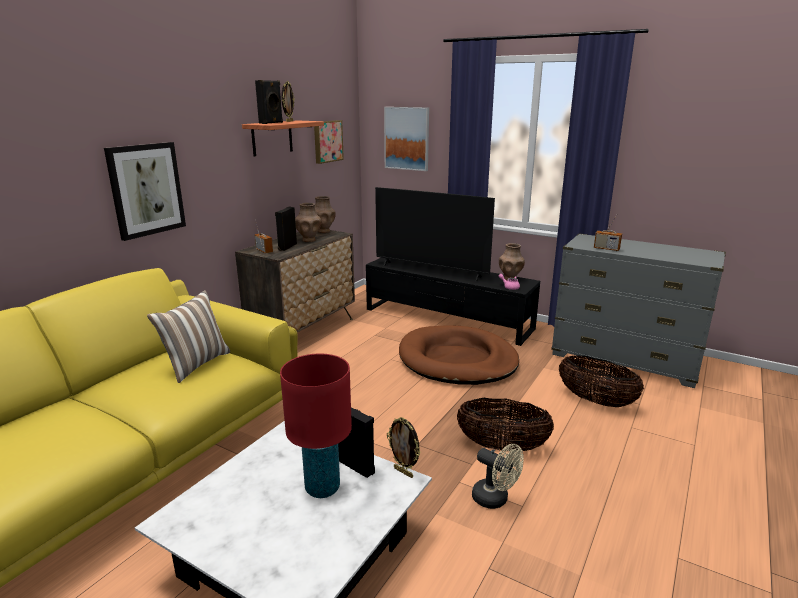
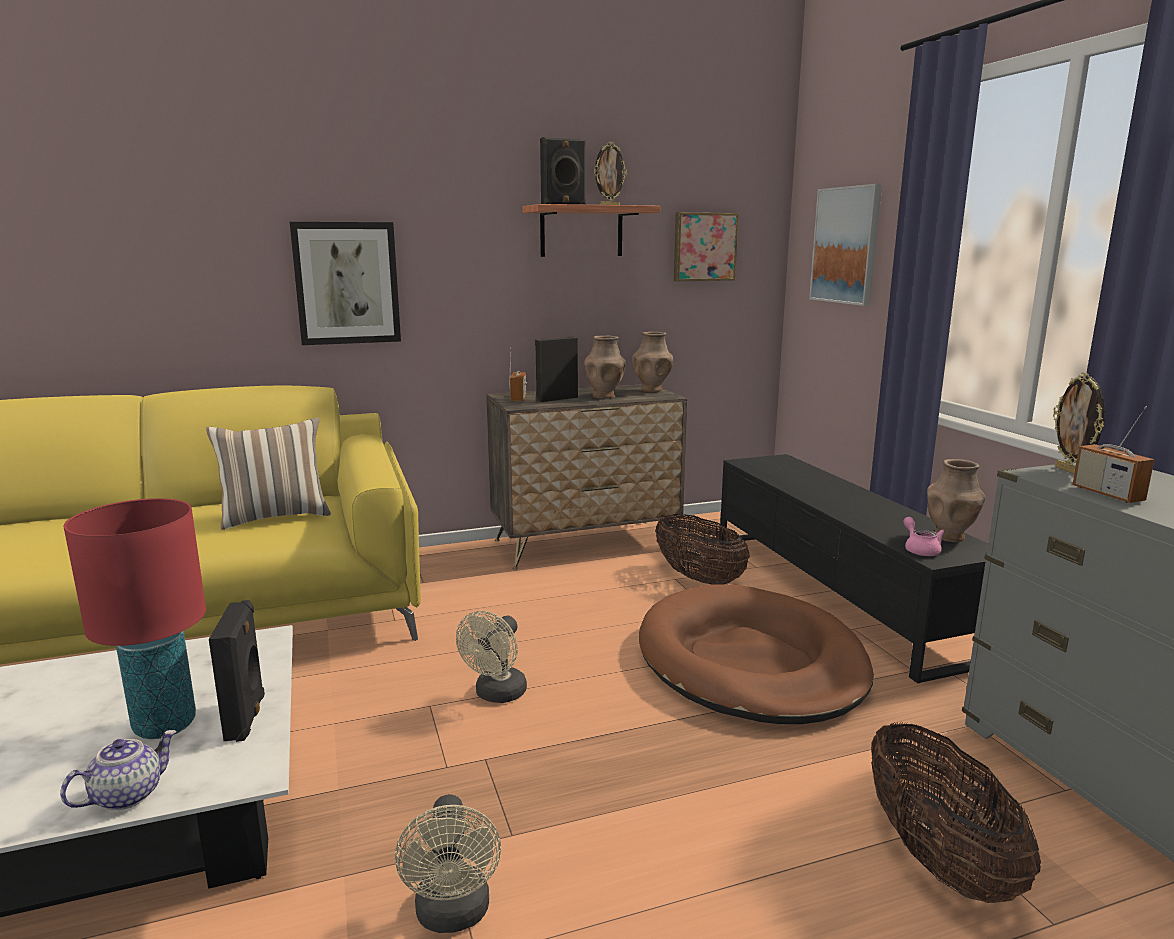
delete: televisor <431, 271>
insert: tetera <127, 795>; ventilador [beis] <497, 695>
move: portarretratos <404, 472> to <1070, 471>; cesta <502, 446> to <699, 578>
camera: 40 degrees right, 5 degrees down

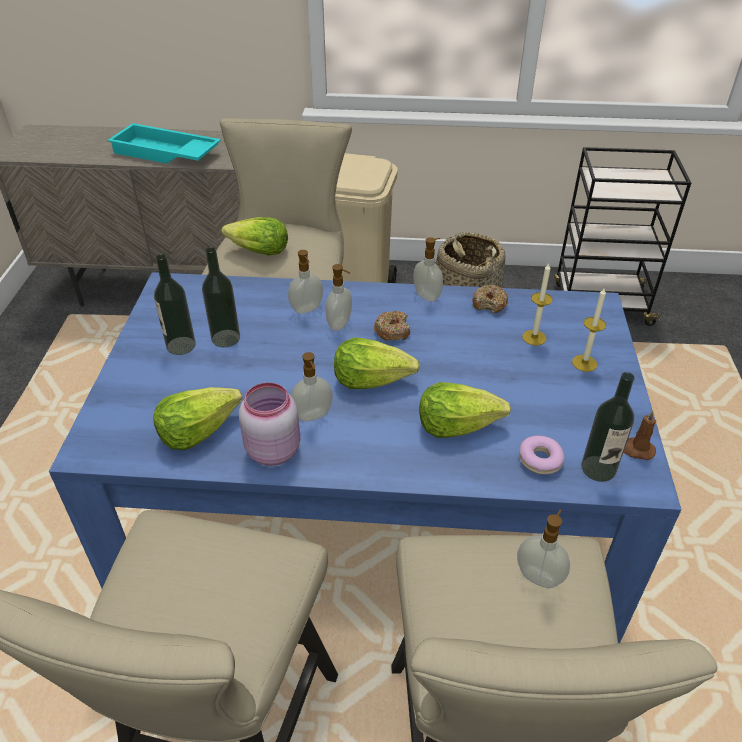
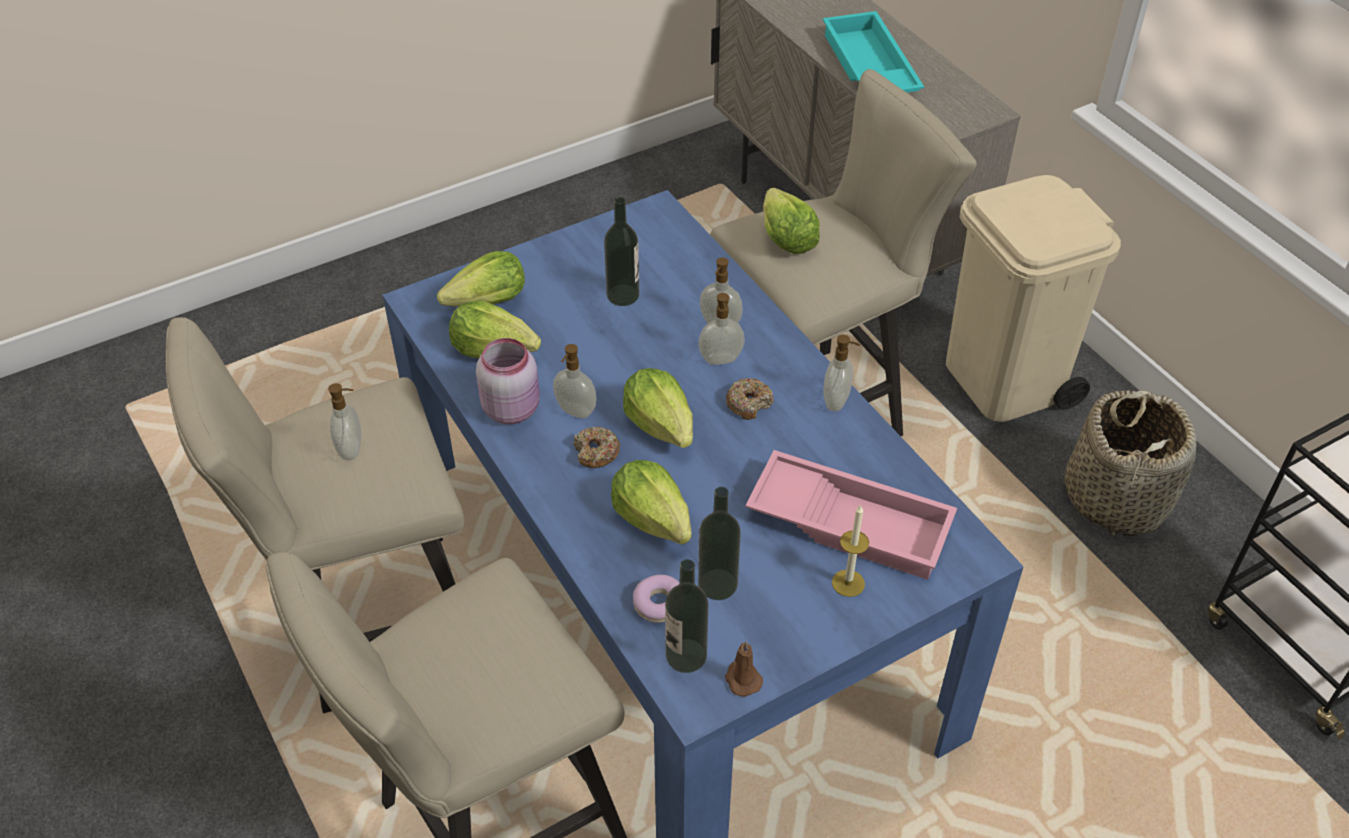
insert: lechuga <488, 302>
move: botella <181, 345> to <717, 584>; rosquilla <489, 304> to <596, 453>; dispensador de jabón <539, 576> to <352, 449>
replace: vela <534, 337> to bandeja [rosa] <851, 521>
camera: 55 degrees right, 5 degrees up

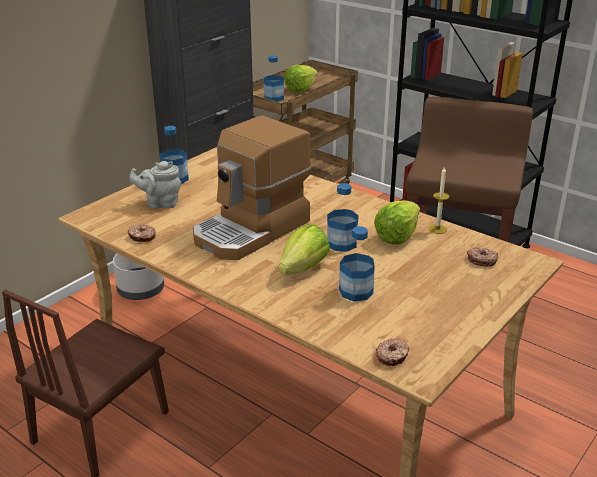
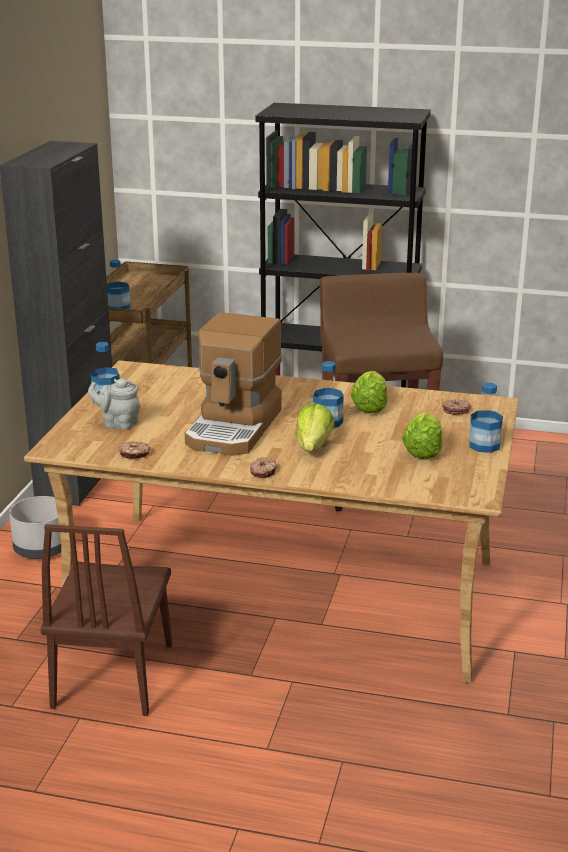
delete: vela <437, 229>
move: lechuga <300, 89> to <423, 451>; botella <356, 291> to <484, 445>; rosquilla <392, 356> to <264, 472>
rotate: tetera [gris] <160, 203> = <118, 423> 45 degrees clockwise
camera: 25 degrees left, 5 degrees down

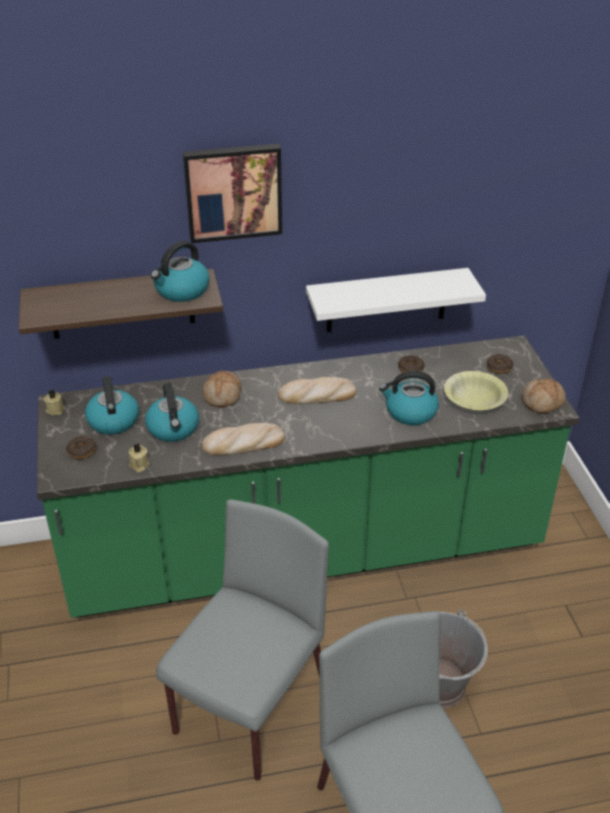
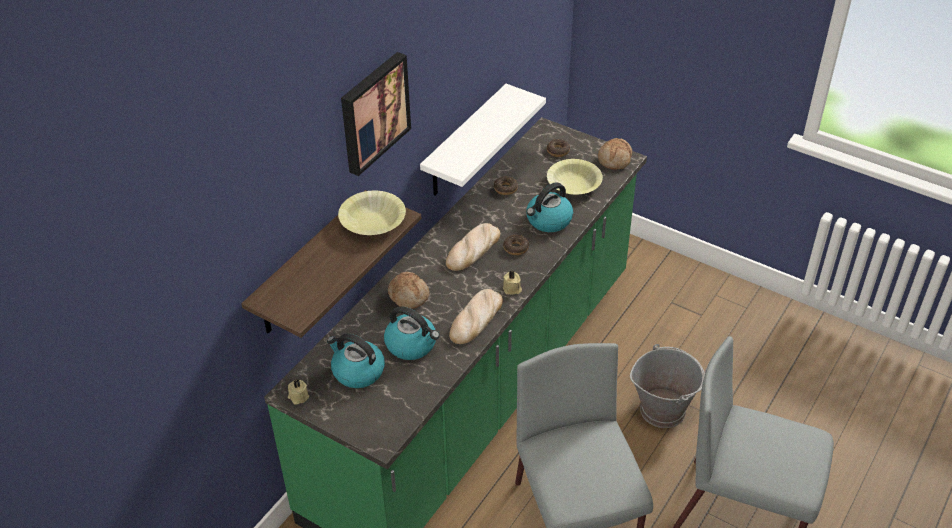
move: rosquilla <82, 451> to <516, 248>; vela [beis] <139, 465> to <512, 289>
replace: hervidor <181, 290> to cuenco [amarillo] <373, 221>
camera: 45 degrees left, 5 degrees up

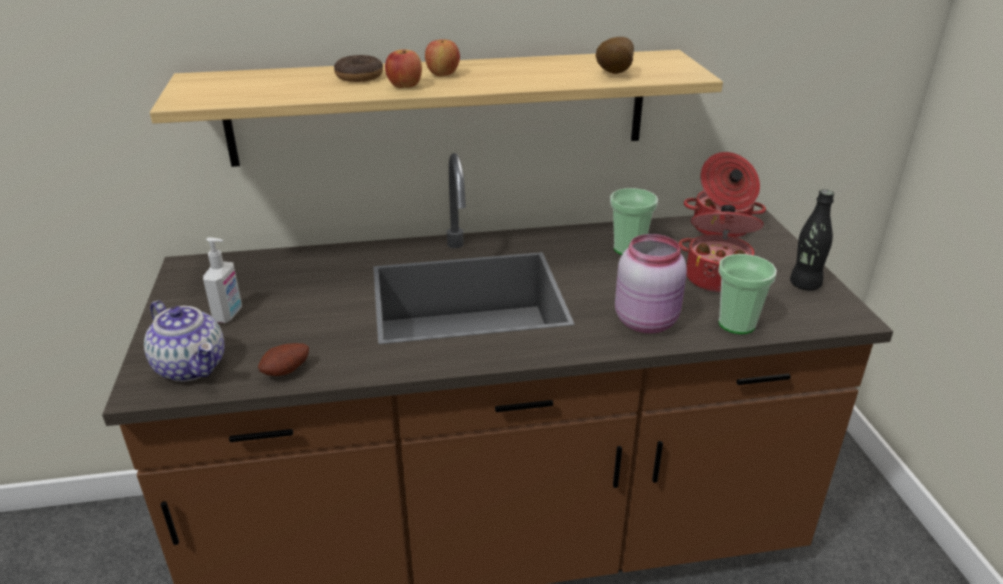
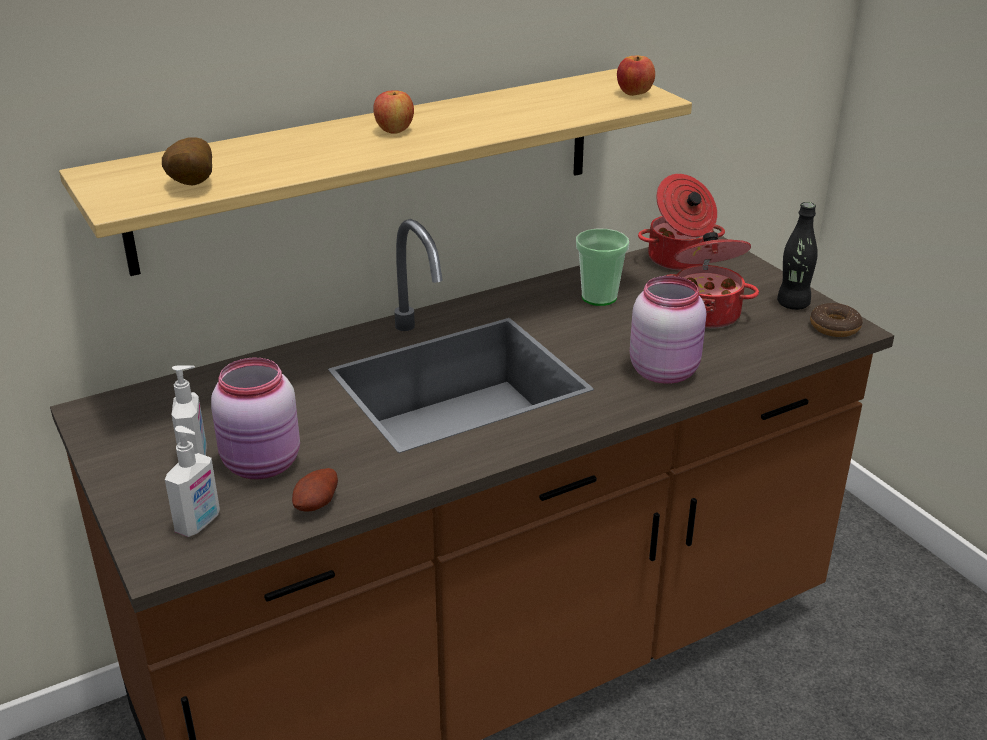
delete: taza <736, 324>
insert: tarro [rosa] <263, 465>
move: rosquilla <359, 76> to <834, 327>; manzana <404, 86> to <634, 93>; patata <612, 74> to <190, 186>
replace: tetera <192, 367> to dispensador de jabón <199, 524>
camera: 20 degrees left, 0 degrees up

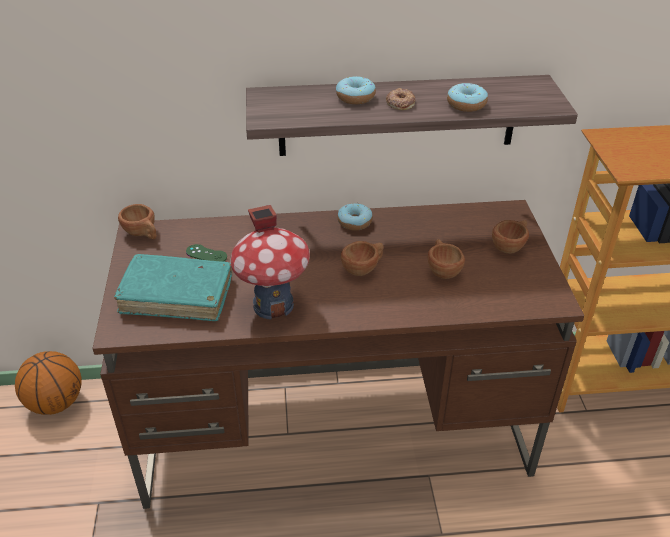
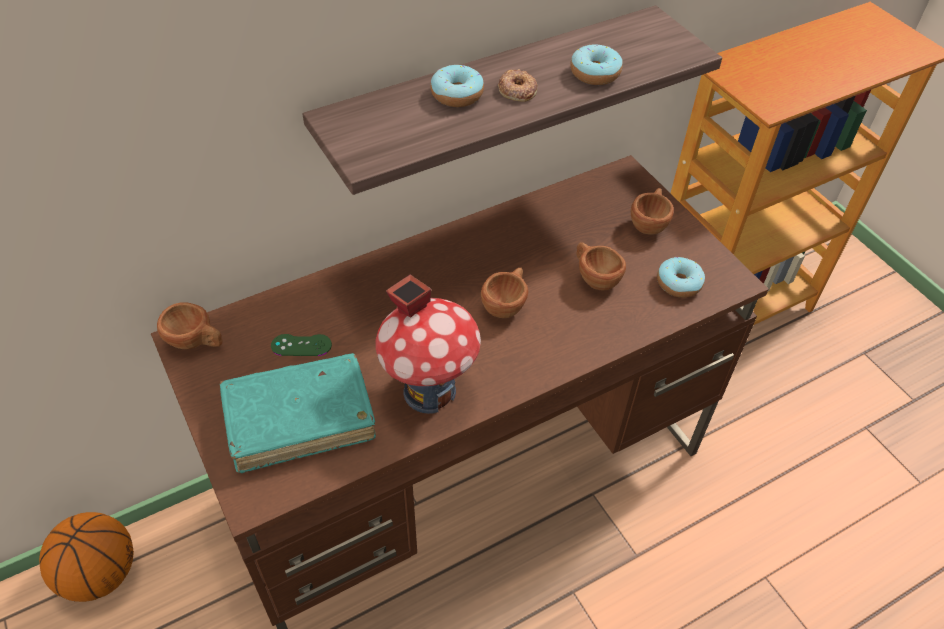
move: rosquilla <354, 222> to <678, 283>
camera: 25 degrees left, 10 degrees up

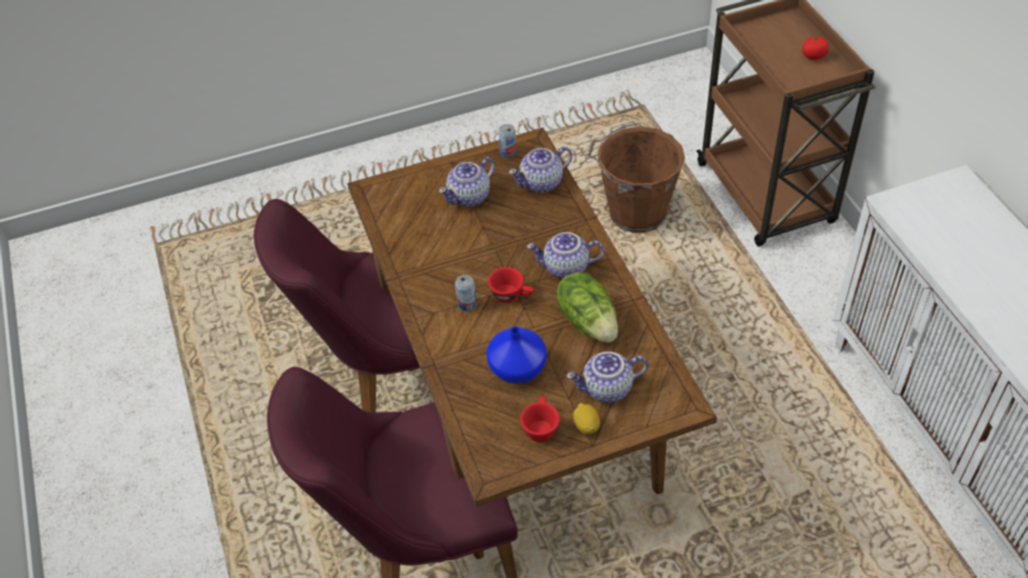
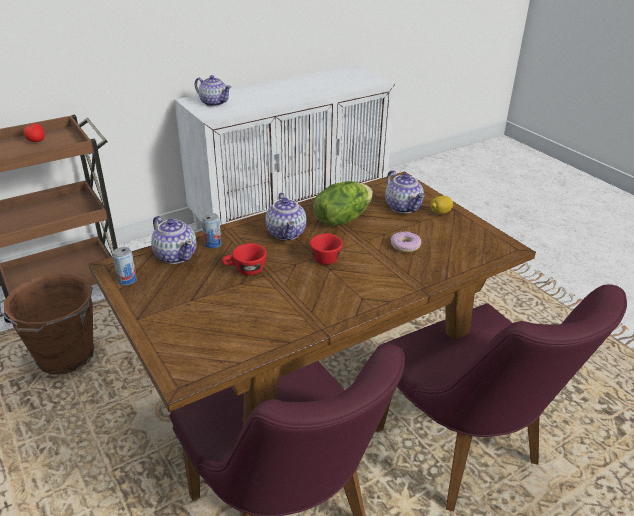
move: tetera <470, 196> to <214, 103>; lata <467, 304> to <213, 244>; taza [rojo] <540, 427> to <245, 270>
replace: florero [azul] <516, 369> to rosquilla <405, 246>
camera: 105 degrees left, 15 degrees down

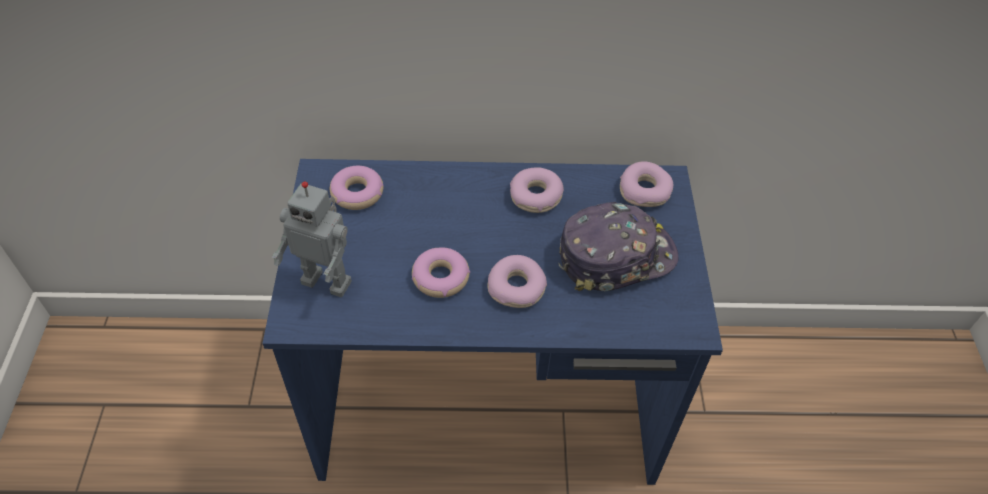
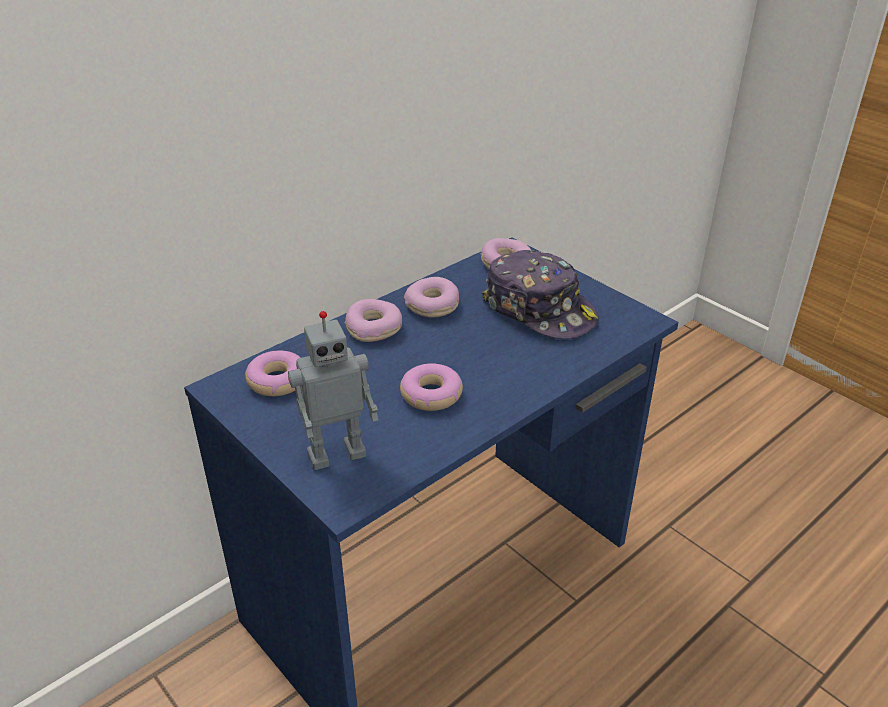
move: rosquilla <517, 288> to <374, 328>
rotate: gorra <615, 256> = <539, 310> 105 degrees clockwise
camera: 40 degrees left, 15 degrees down

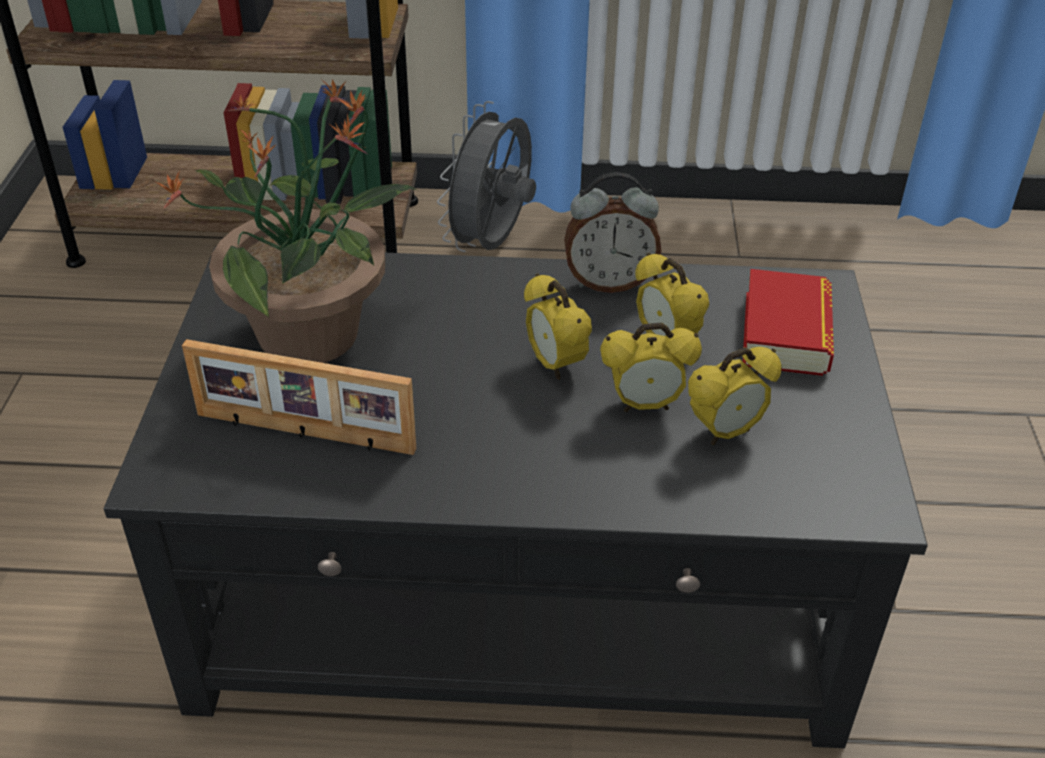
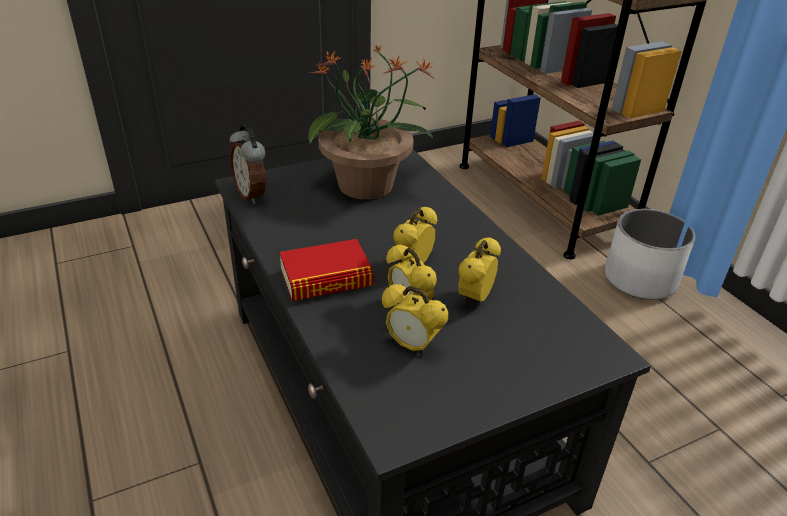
delete: portarretratos <304, 434>
move: despertador <609, 282> to <252, 195>; libro <785, 333> to <326, 278>
replace: ventilador [gris] <492, 244> to maceta [blanco] <639, 280>
camera: 60 degrees right, 5 degrees down

